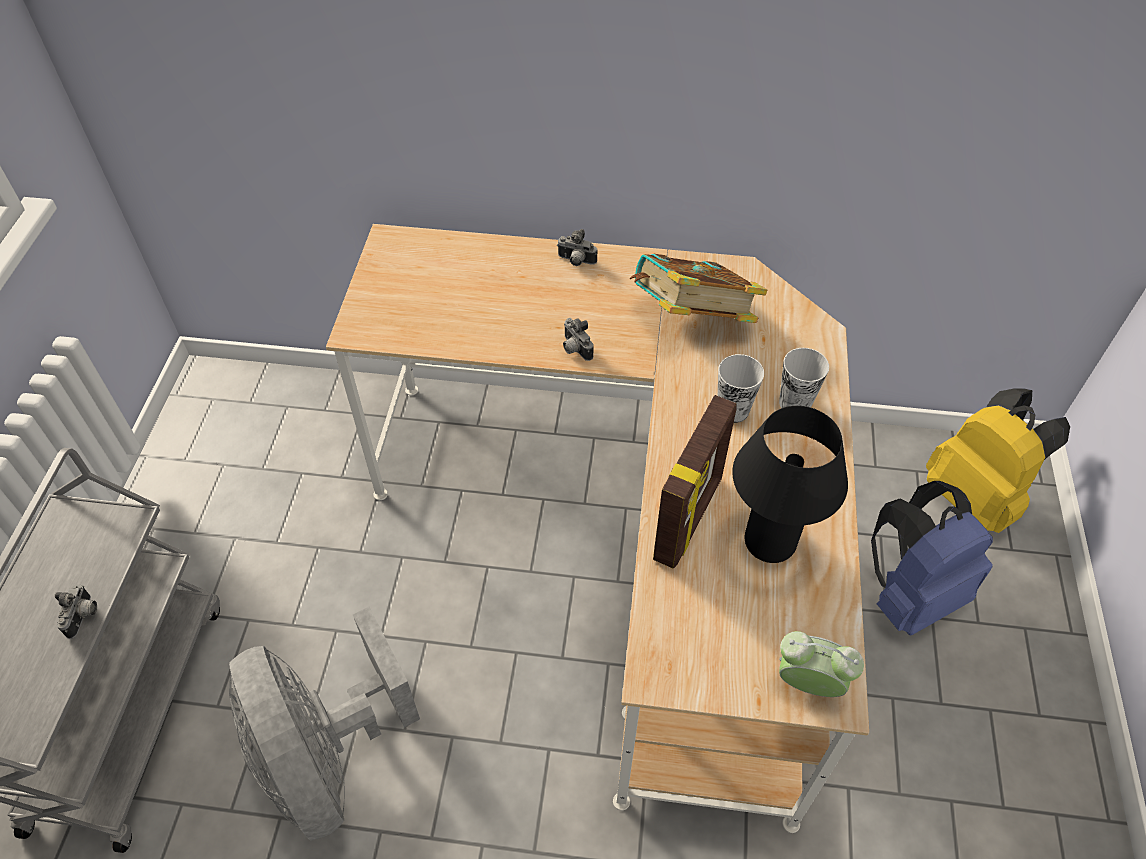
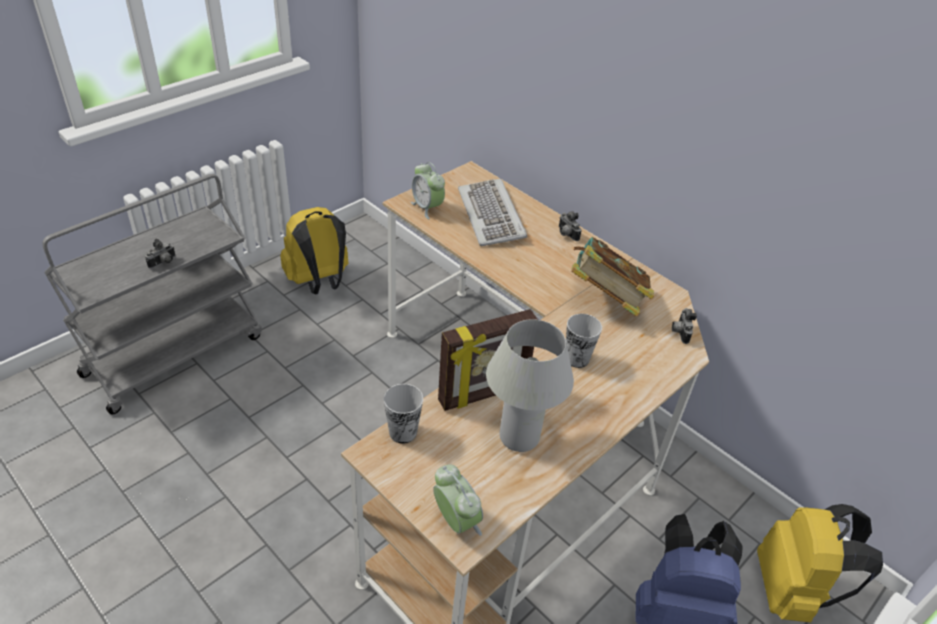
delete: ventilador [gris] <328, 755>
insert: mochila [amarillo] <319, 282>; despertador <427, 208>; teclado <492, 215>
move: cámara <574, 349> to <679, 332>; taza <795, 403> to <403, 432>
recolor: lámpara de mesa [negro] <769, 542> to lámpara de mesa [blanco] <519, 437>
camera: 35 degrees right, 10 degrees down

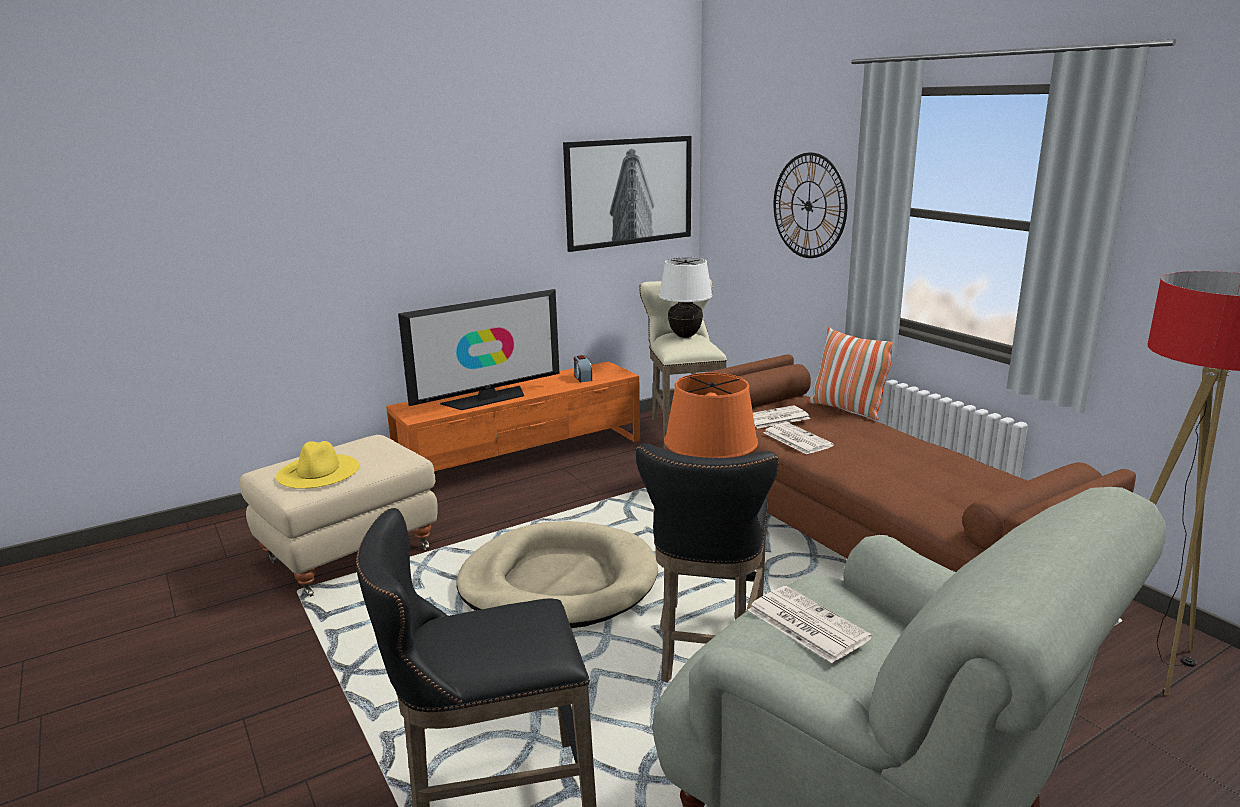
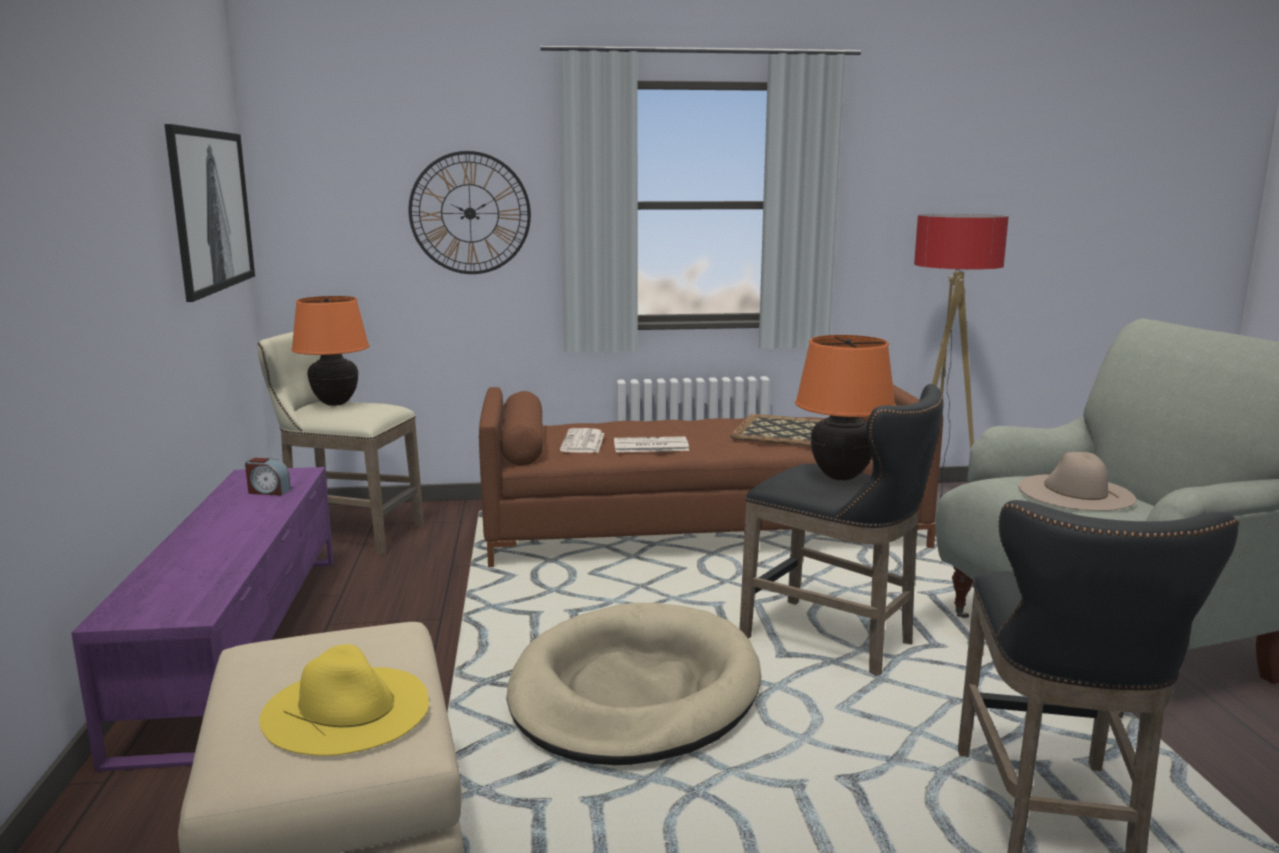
delete: televisor <487, 399>; cojín <847, 409>
insert: bandeja <786, 432>
replace: periódico <805, 624> to sombrero [beis] <1075, 492>
recolor: mueble de televisión [naranja] <523, 457> to mueble de televisión [morado] <241, 643>; lámpara de mesa [blanco] <685, 336> to lámpara de mesa [naranja] <335, 403>
camera: 65 degrees left, 5 degrees down

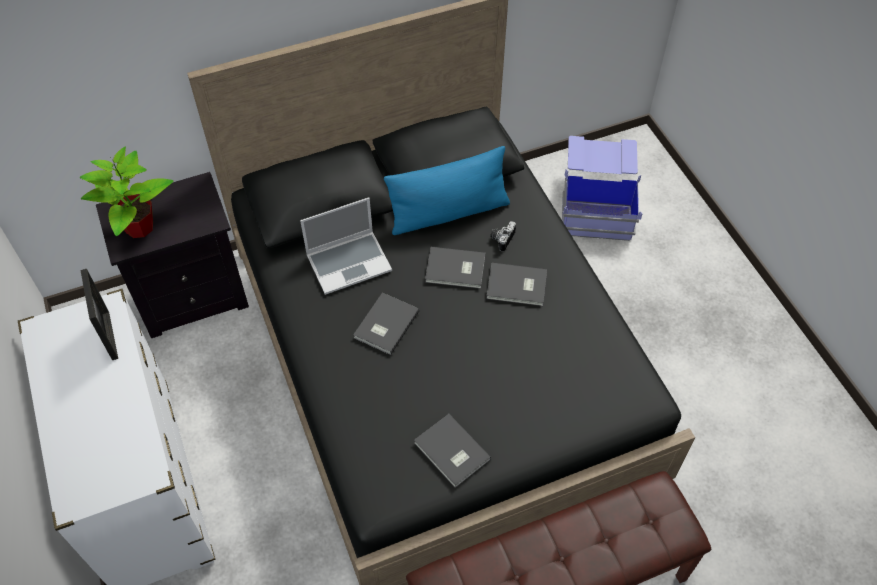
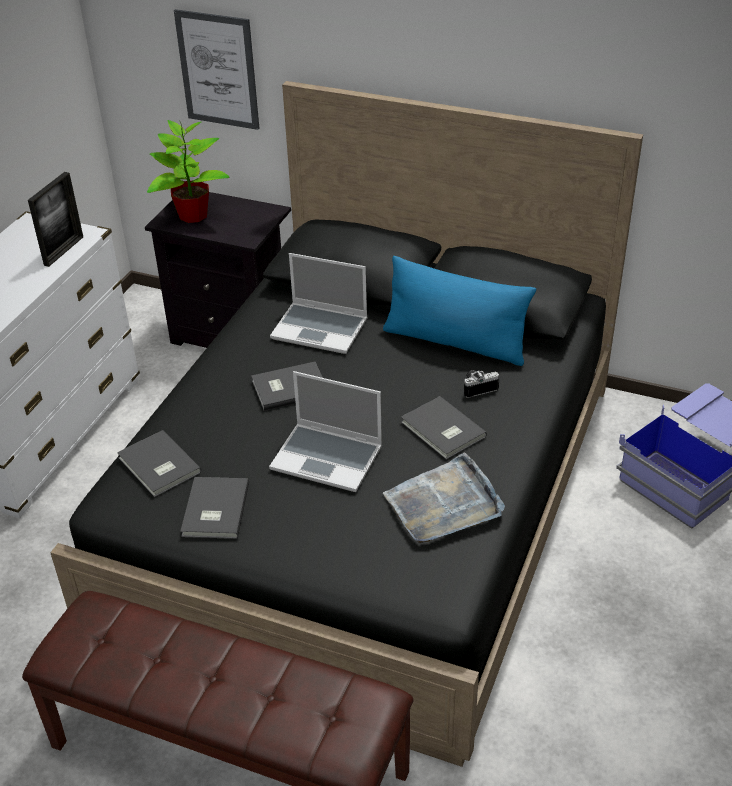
insert: cuadro <218, 70>; portátil <328, 458>; bandeja [gris] <444, 504>
move: libro [gris] <456, 270> to <158, 467>
camera: 45 degrees right, 15 degrees down

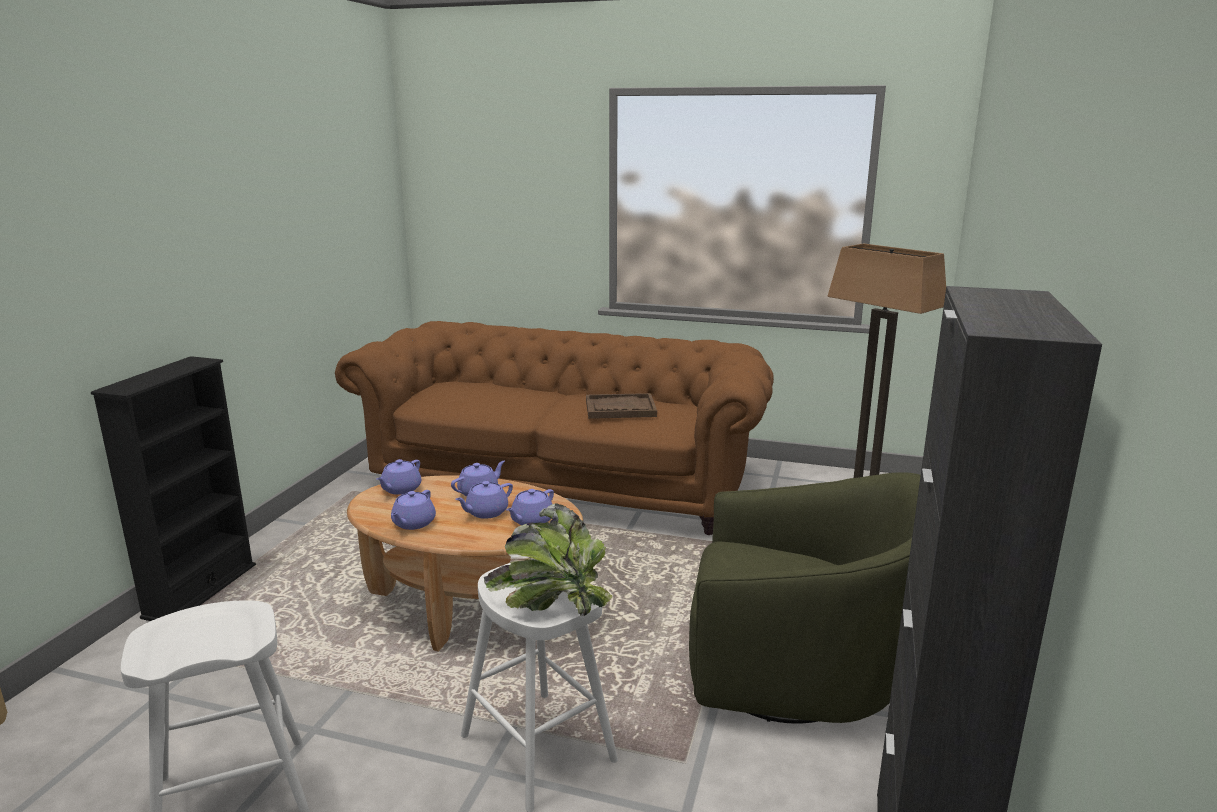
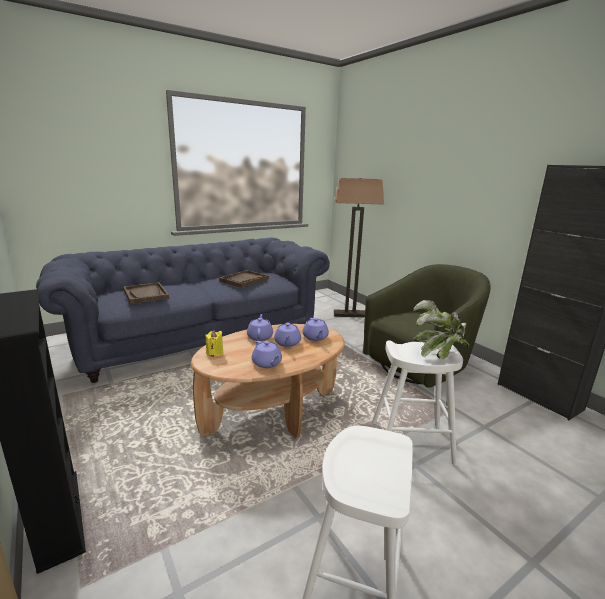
insert: bandeja [marrón] <146, 294>
replace: tetera [morado] <400, 489> to vela [amarillo] <214, 353>
recolor: sofá [marrón] <565, 482> to sofá [azul] <198, 337>
camera: 50 degrees left, 0 degrees up

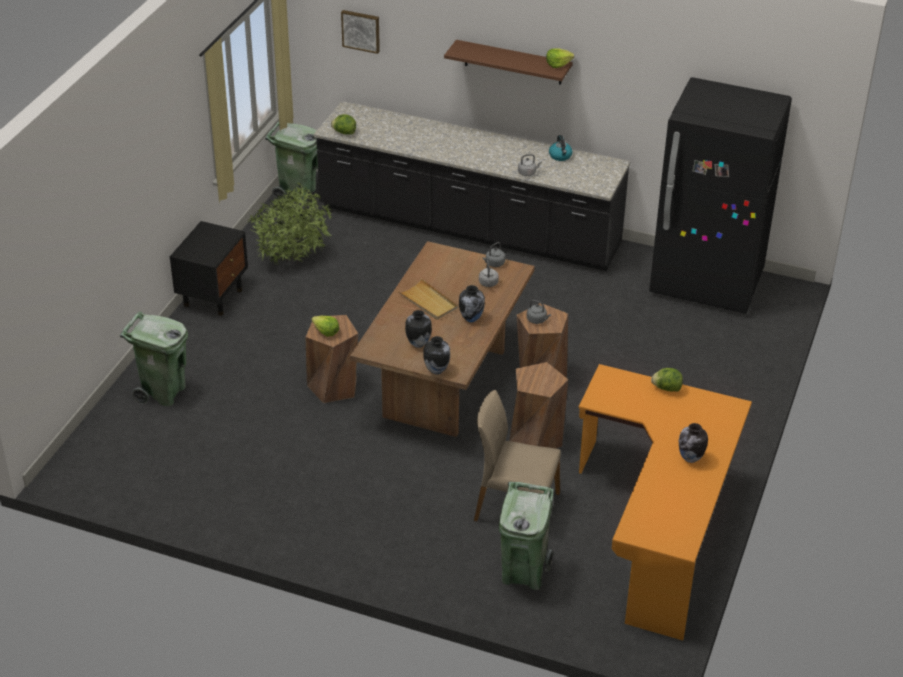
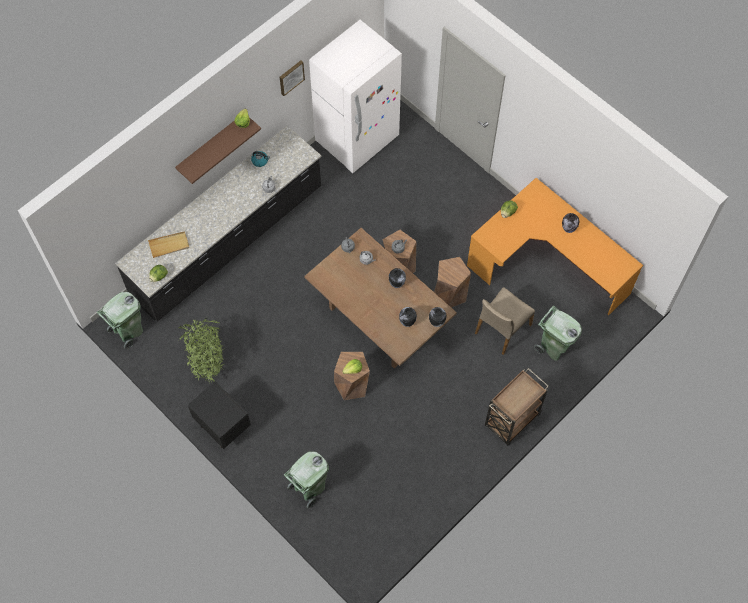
insert: carrito [marrón] <511, 421>
move: cuadro <361, 30> to <291, 77>; bandeja [beis] <428, 302> to <169, 245>
recolor: nevera [negro] <706, 284> to nevera [blanco] <357, 139>
camera: 65 degrees left, 25 degrees up

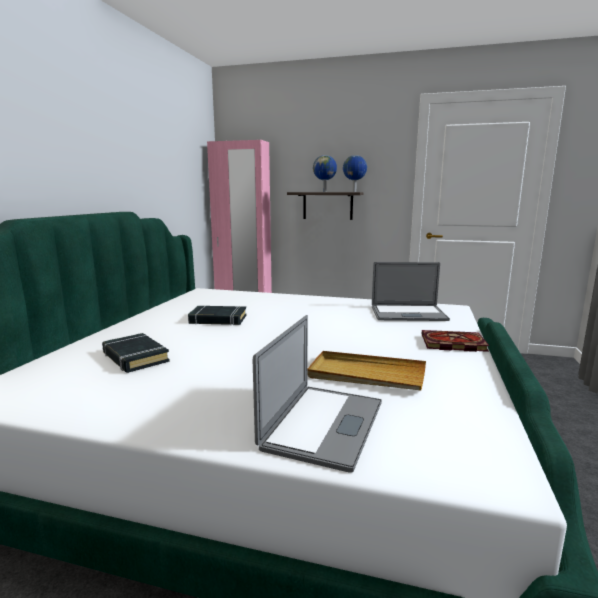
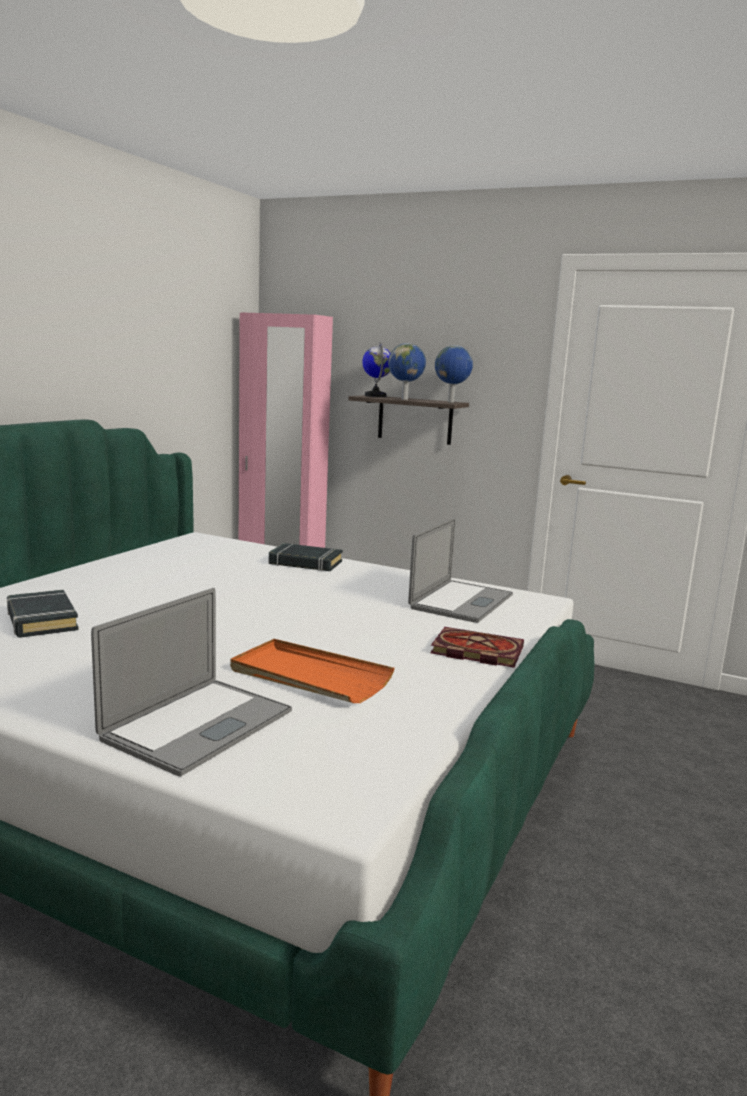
insert: globo terráqueo <375, 396>
move: libro [negro] <218, 320> to <305, 563>
recolor: bandeja [beis] <366, 375> to bandeja [naranja] <309, 676>
rotate: portátil <408, 313> = <461, 601> 75 degrees counterclockwise
camera: 10 degrees right, 0 degrees up

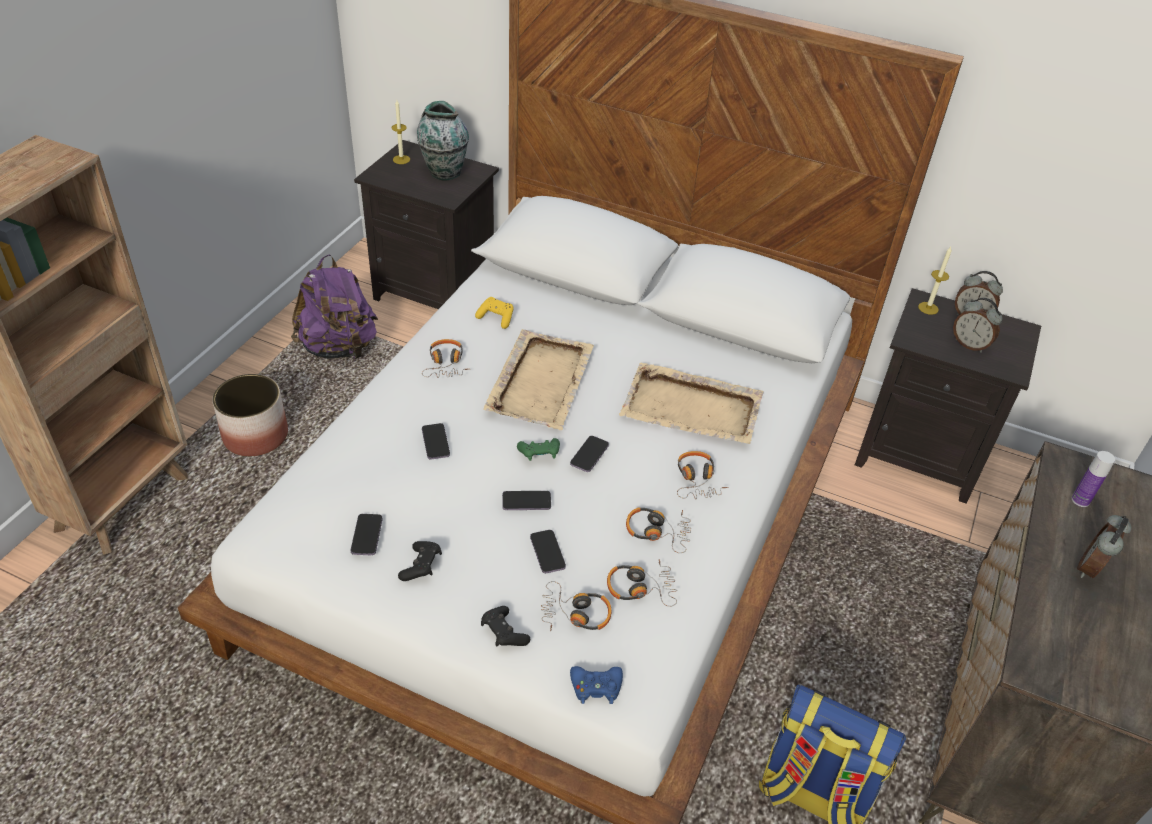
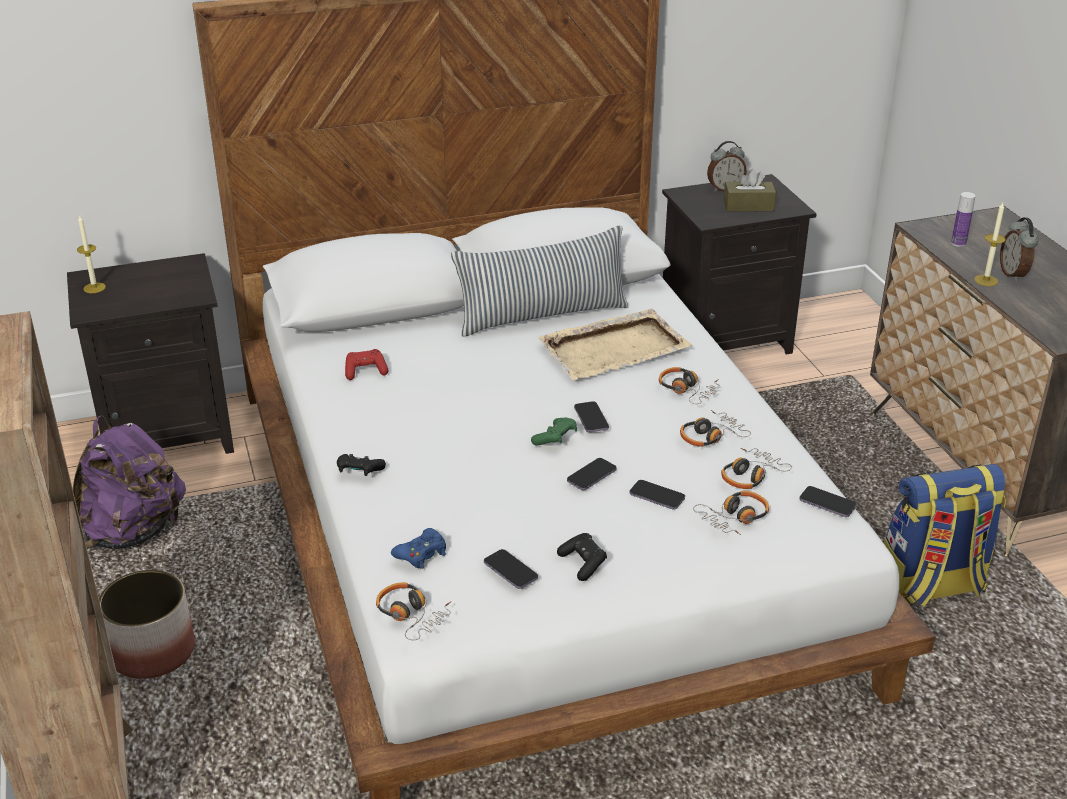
delete: florero <444, 172>; bandeja [beis] <541, 381>
insert: cojín <542, 316>
move: auriculares <446, 364> to <411, 615>; móvil <435, 442> to <827, 503>; mando de consola [negro] <503, 634> to <359, 472>; mando de consola [azul] <596, 687> to <421, 554>; vela <928, 308> to <986, 280>
replace: despertador <970, 344> to caja de pañuelos [marrón] <748, 206>
recolor: mando de consola [amarillo] <496, 318> to mando de consola [rojo] <365, 371>
camera: 40 degrees left, 10 degrees down

